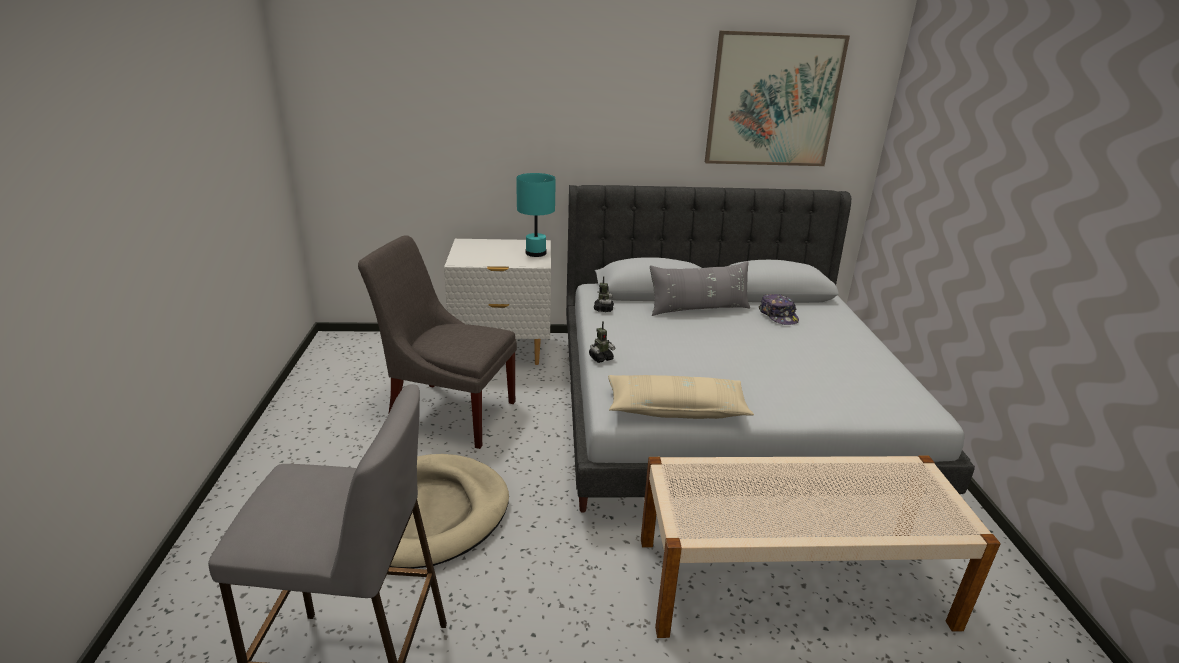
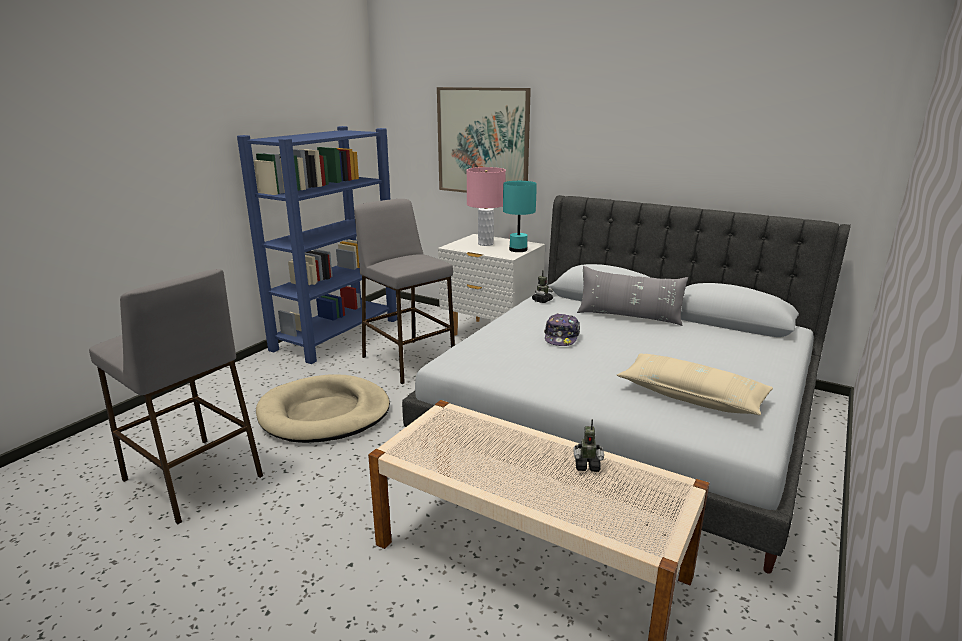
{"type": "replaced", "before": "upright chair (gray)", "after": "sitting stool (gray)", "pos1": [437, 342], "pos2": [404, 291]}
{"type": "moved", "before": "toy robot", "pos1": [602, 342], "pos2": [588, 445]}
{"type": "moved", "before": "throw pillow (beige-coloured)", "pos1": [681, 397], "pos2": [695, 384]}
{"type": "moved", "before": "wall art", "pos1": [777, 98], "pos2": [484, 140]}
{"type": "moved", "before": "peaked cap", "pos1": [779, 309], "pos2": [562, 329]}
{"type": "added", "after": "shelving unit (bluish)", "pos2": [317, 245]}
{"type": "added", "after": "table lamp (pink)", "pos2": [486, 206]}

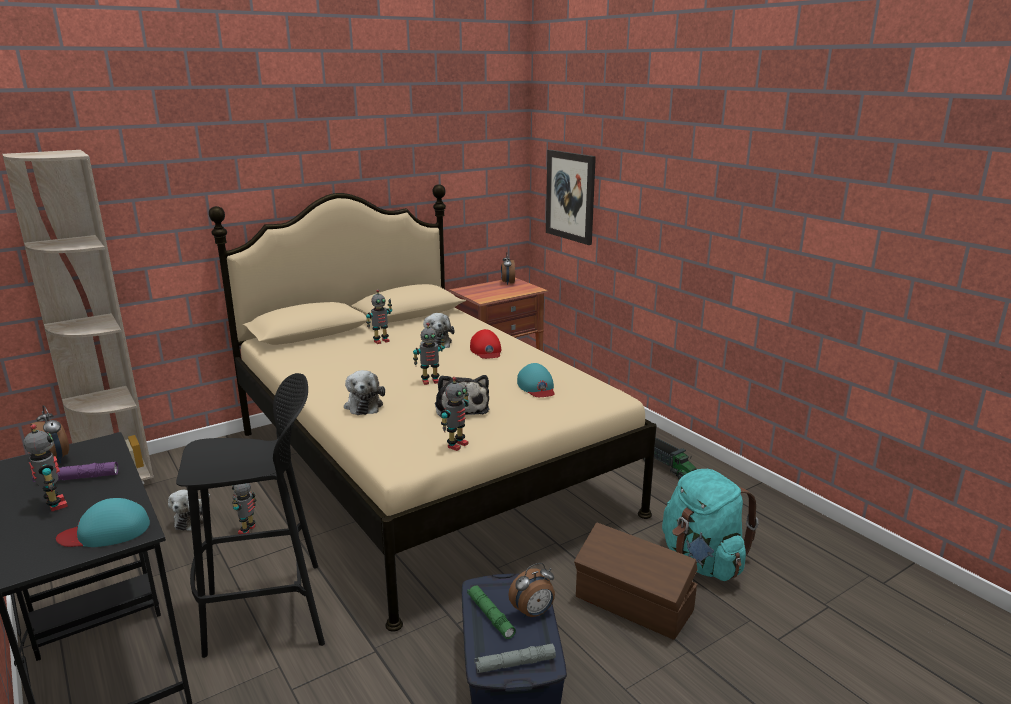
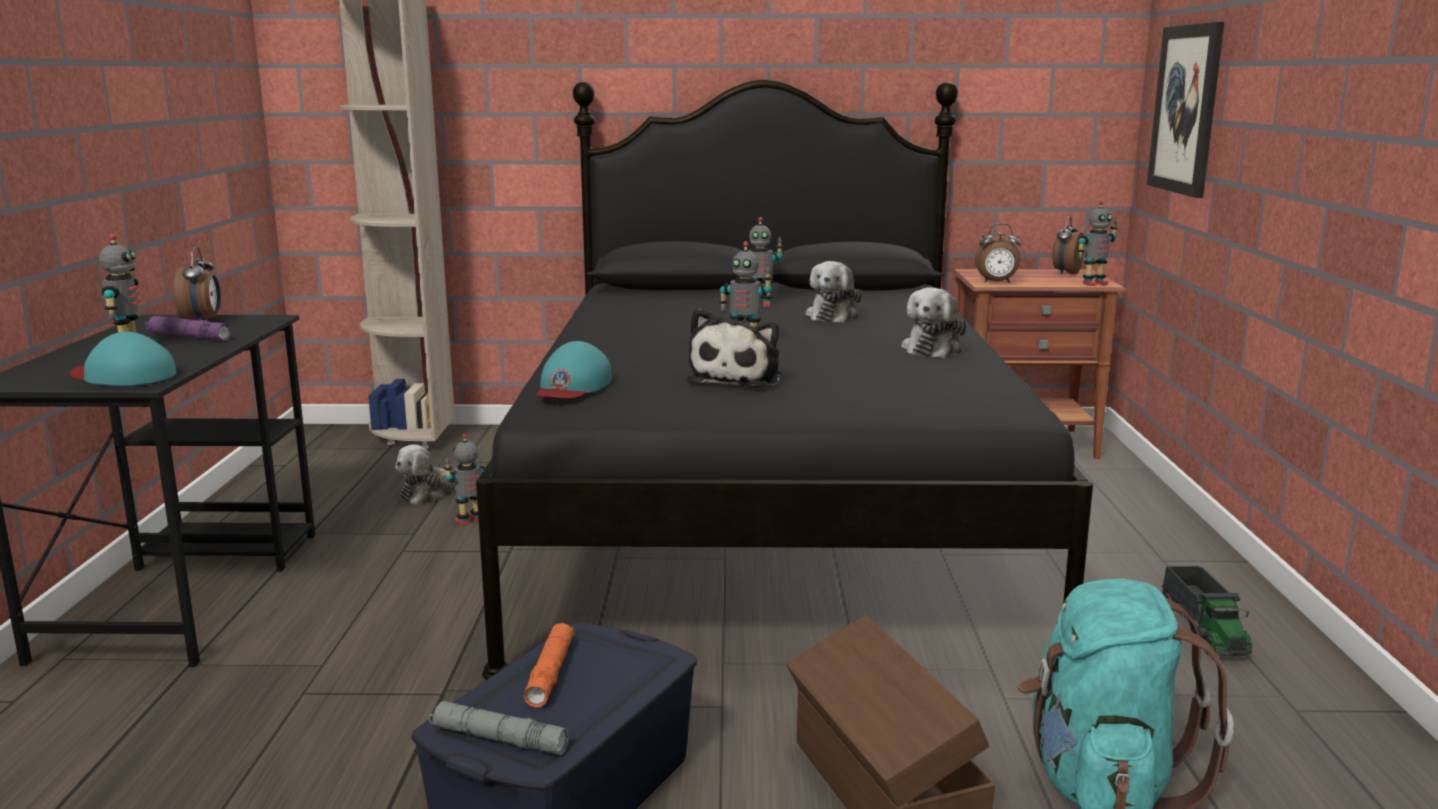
{"type": "removed", "before": "sitting stool (black)", "pos1": [250, 515]}
{"type": "recoloured", "before": "bed (beige-coloured)", "after": "bed (black)", "pos1": [433, 408], "pos2": [784, 380]}
{"type": "moved", "before": "soft toy", "pos1": [364, 392], "pos2": [934, 322]}
{"type": "moved", "before": "toy robot", "pos1": [455, 414], "pos2": [1097, 243]}
{"type": "recoloured", "before": "flashlight (green-coloured)", "after": "flashlight (orange)", "pos1": [491, 612], "pos2": [549, 665]}
{"type": "removed", "before": "peaked cap (red-coloured)", "pos1": [485, 344]}
{"type": "moved", "before": "table clock", "pos1": [531, 590], "pos2": [998, 253]}
{"type": "moved", "before": "peaked cap (blue-green)", "pos1": [536, 380], "pos2": [573, 370]}

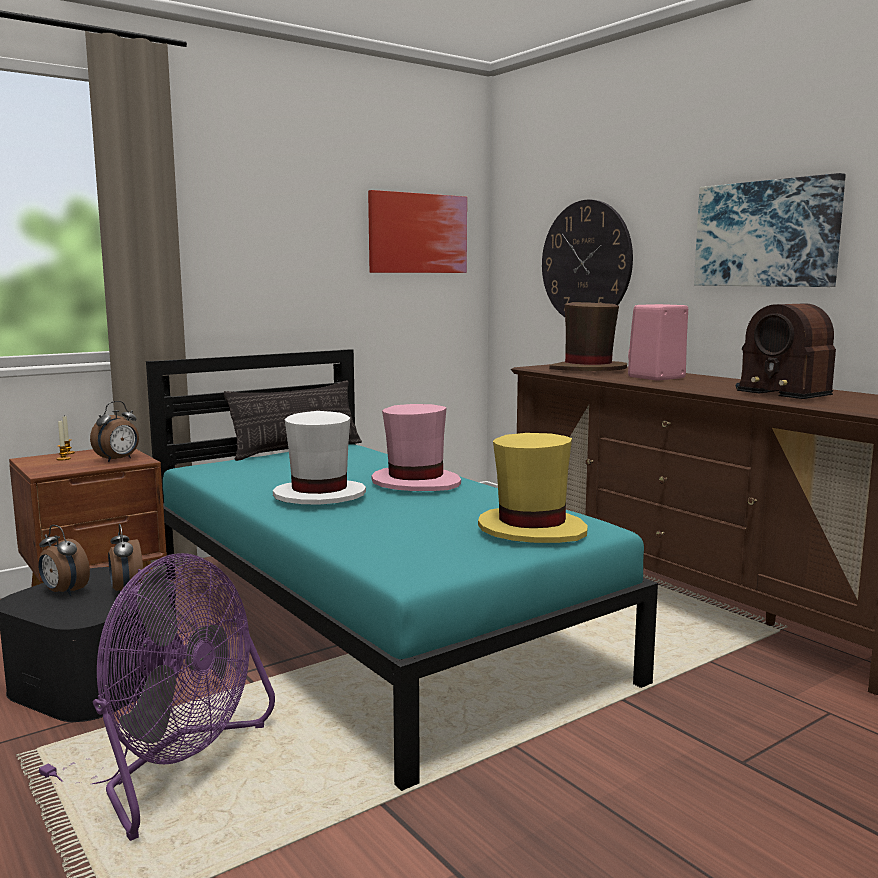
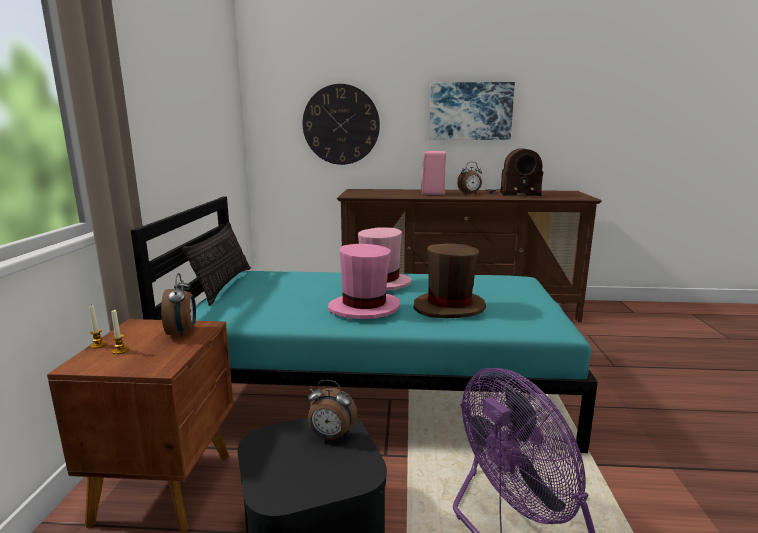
{"type": "moved", "before": "table clock", "pos1": [64, 560], "pos2": [469, 178]}
{"type": "recoloured", "before": "clothing hat (whitish)", "after": "clothing hat (pink)", "pos1": [319, 458], "pos2": [364, 281]}
{"type": "removed", "before": "wall art", "pos1": [417, 231]}
{"type": "removed", "before": "clothing hat (yellow-coloured)", "pos1": [533, 488]}
{"type": "moved", "before": "clothing hat (brown)", "pos1": [588, 336], "pos2": [450, 280]}

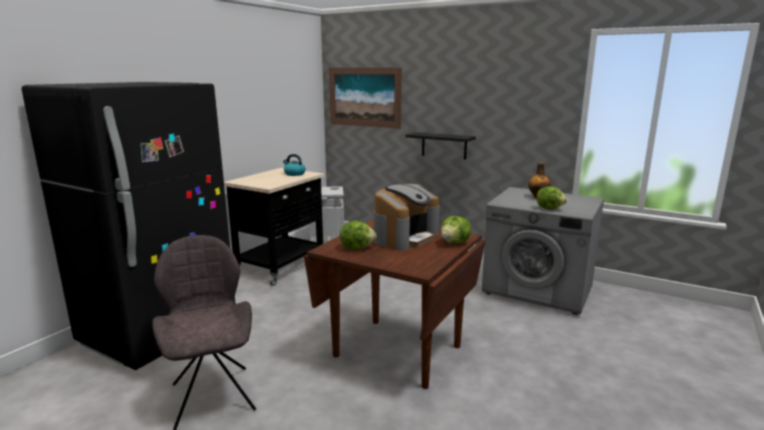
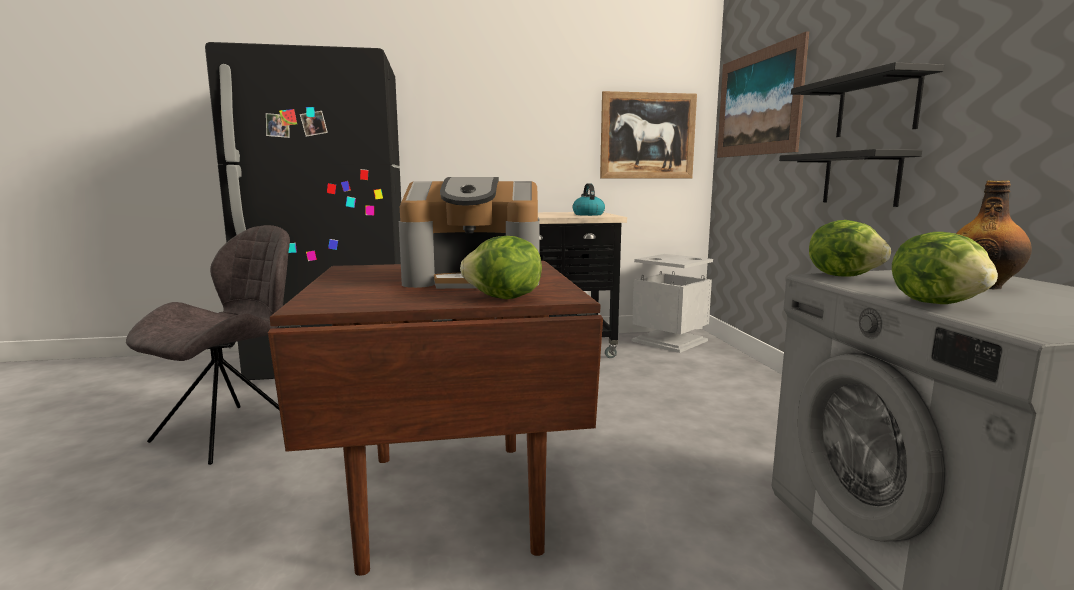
{"type": "moved", "before": "lettuce", "pos1": [358, 235], "pos2": [850, 248]}
{"type": "added", "after": "wall art", "pos2": [648, 134]}
{"type": "added", "after": "shelf (black)", "pos2": [867, 99]}

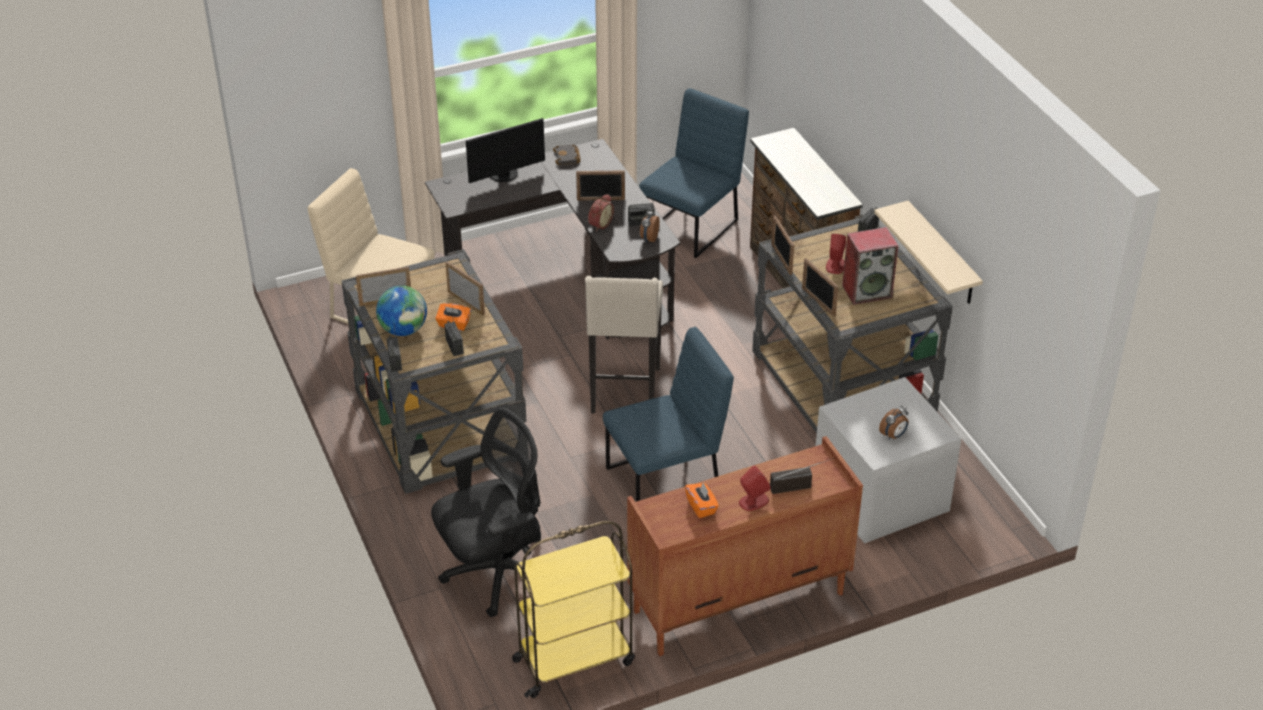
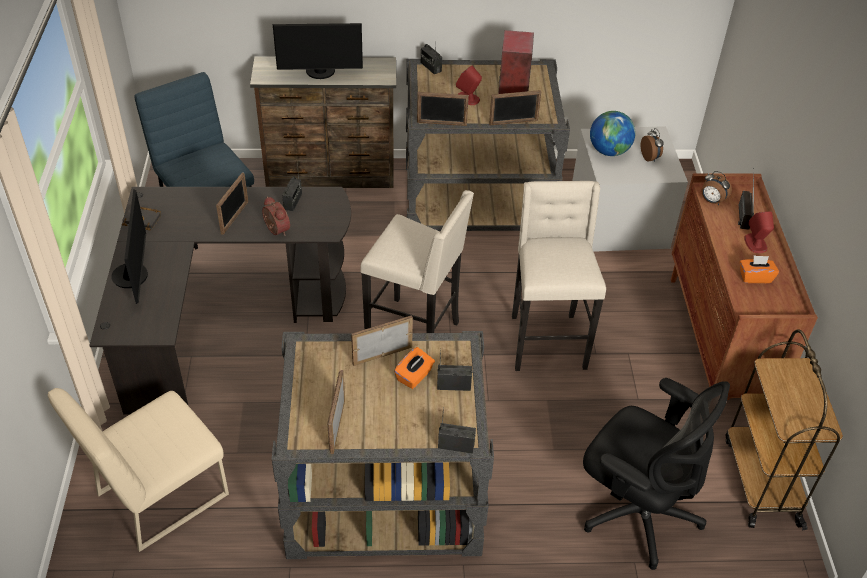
{"type": "moved", "before": "desk globe", "pos1": [401, 310], "pos2": [613, 133]}
{"type": "turned", "before": "desk chair (black)", "pos1": [486, 512], "pos2": [656, 474], "turn": 135}
{"type": "recoloured", "before": "trolley (yellow-coloured)", "after": "trolley (brown)", "pos1": [573, 609], "pos2": [784, 430]}
{"type": "replaced", "before": "upright chair (bluish)", "after": "sitting stool (beige-coloured)", "pos1": [668, 414], "pos2": [559, 276]}
{"type": "moved", "before": "table clock", "pos1": [650, 225], "pos2": [717, 188]}
{"type": "removed", "before": "shelf (beige-coloured)", "pos1": [928, 252]}
{"type": "added", "after": "monitor", "pos2": [318, 51]}

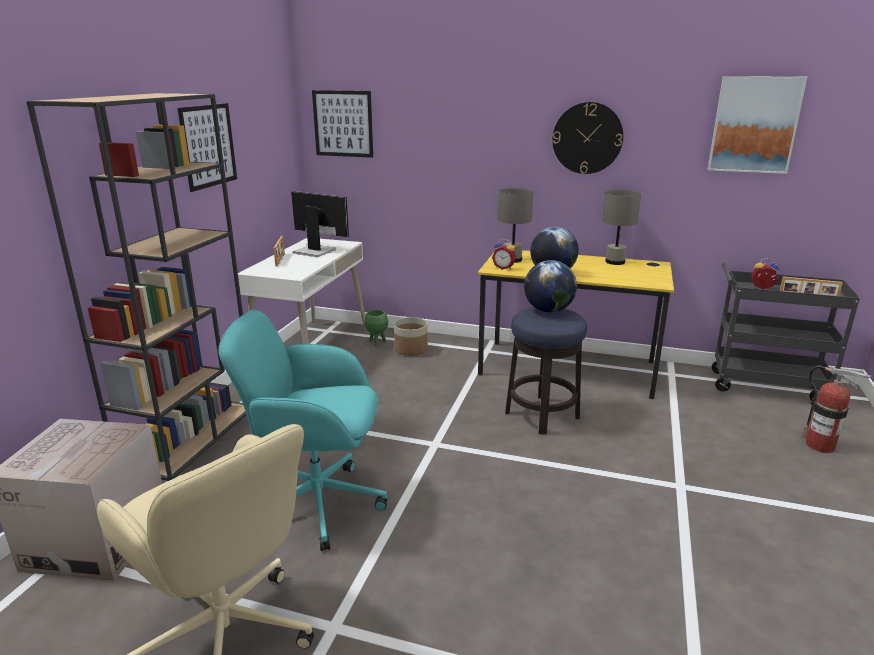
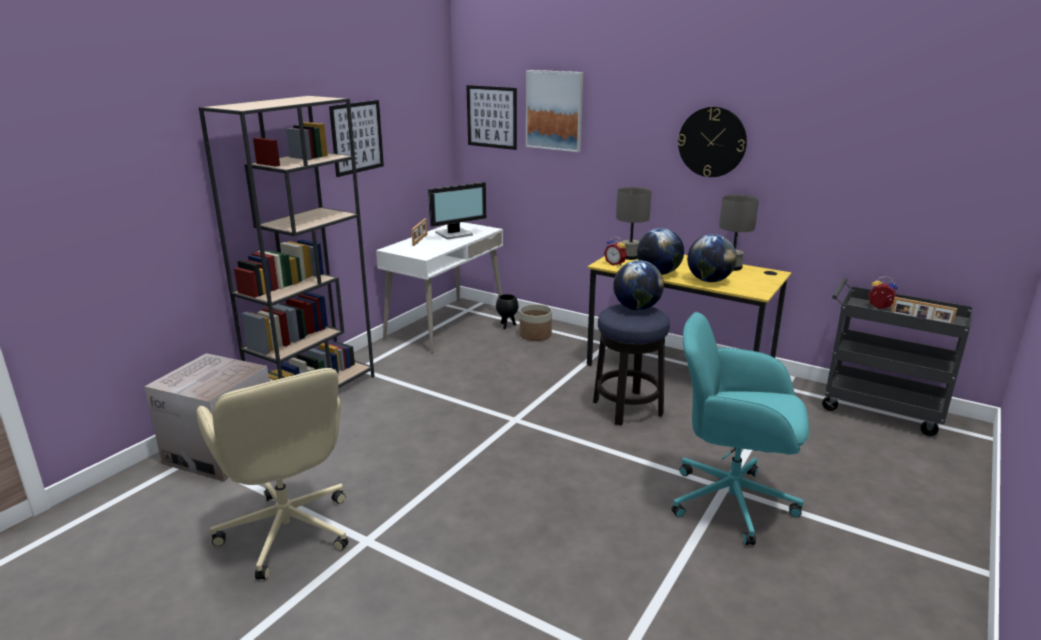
{"type": "moved", "before": "desk chair (blue-green)", "pos1": [302, 430], "pos2": [740, 428]}
{"type": "turned", "before": "monitor", "pos1": [320, 224], "pos2": [457, 211], "turn": 105}
{"type": "recoloured", "before": "planter (green-coloured)", "after": "planter (black)", "pos1": [376, 328], "pos2": [507, 311]}
{"type": "moved", "before": "wall art", "pos1": [757, 125], "pos2": [554, 111]}
{"type": "removed", "before": "fire-fighting cylinder", "pos1": [837, 409]}
{"type": "added", "after": "desk globe", "pos2": [712, 258]}

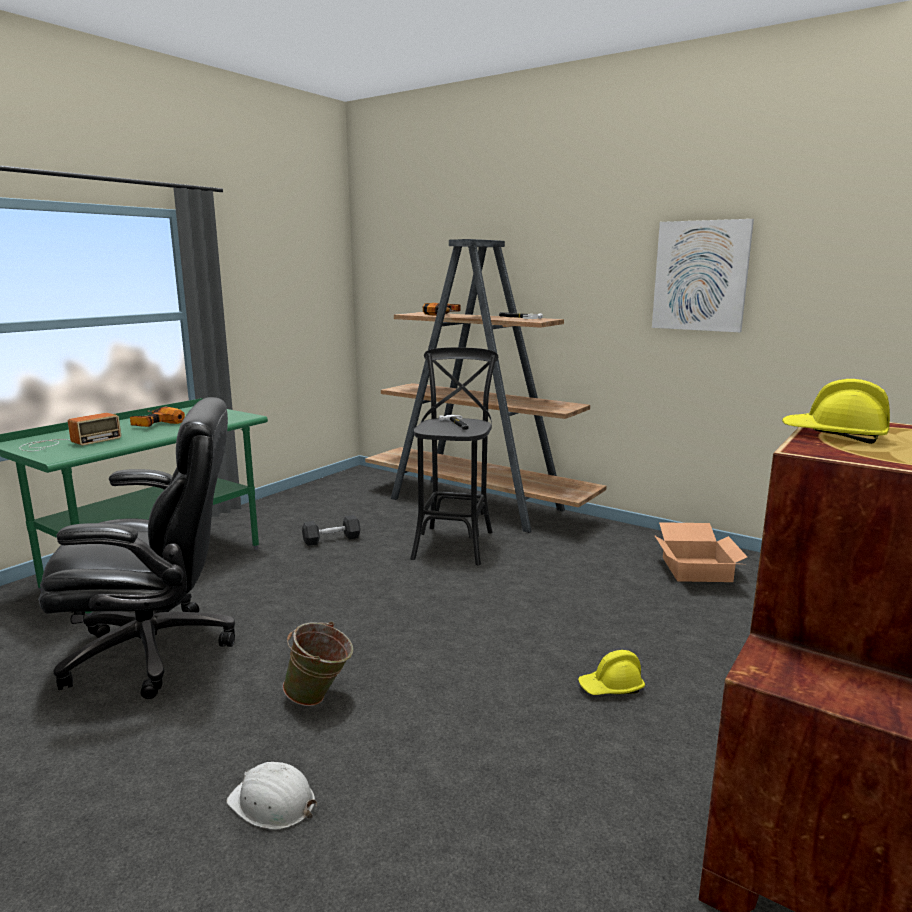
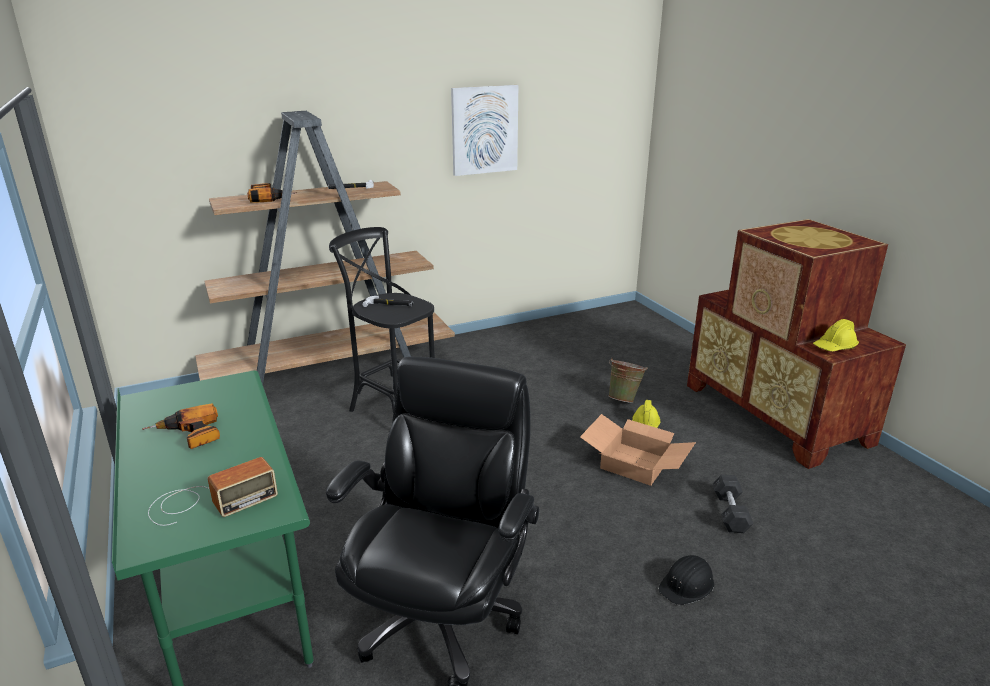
{"type": "turned", "before": "radio set", "pos1": [70, 432], "pos2": [213, 491], "turn": 75}
{"type": "recoloured", "before": "safety helmet (whitish)", "after": "safety helmet (black)", "pos1": [271, 796], "pos2": [686, 580]}
{"type": "moved", "before": "pail (green-coloured)", "pos1": [317, 663], "pos2": [628, 380]}
{"type": "moved", "before": "dumbbell (gray)", "pos1": [331, 530], "pos2": [733, 504]}
{"type": "moved", "before": "packing box", "pos1": [700, 552], "pos2": [638, 450]}
{"type": "moved", "before": "safety helmet (yellow-coloured)", "pos1": [836, 411], "pos2": [836, 335]}

